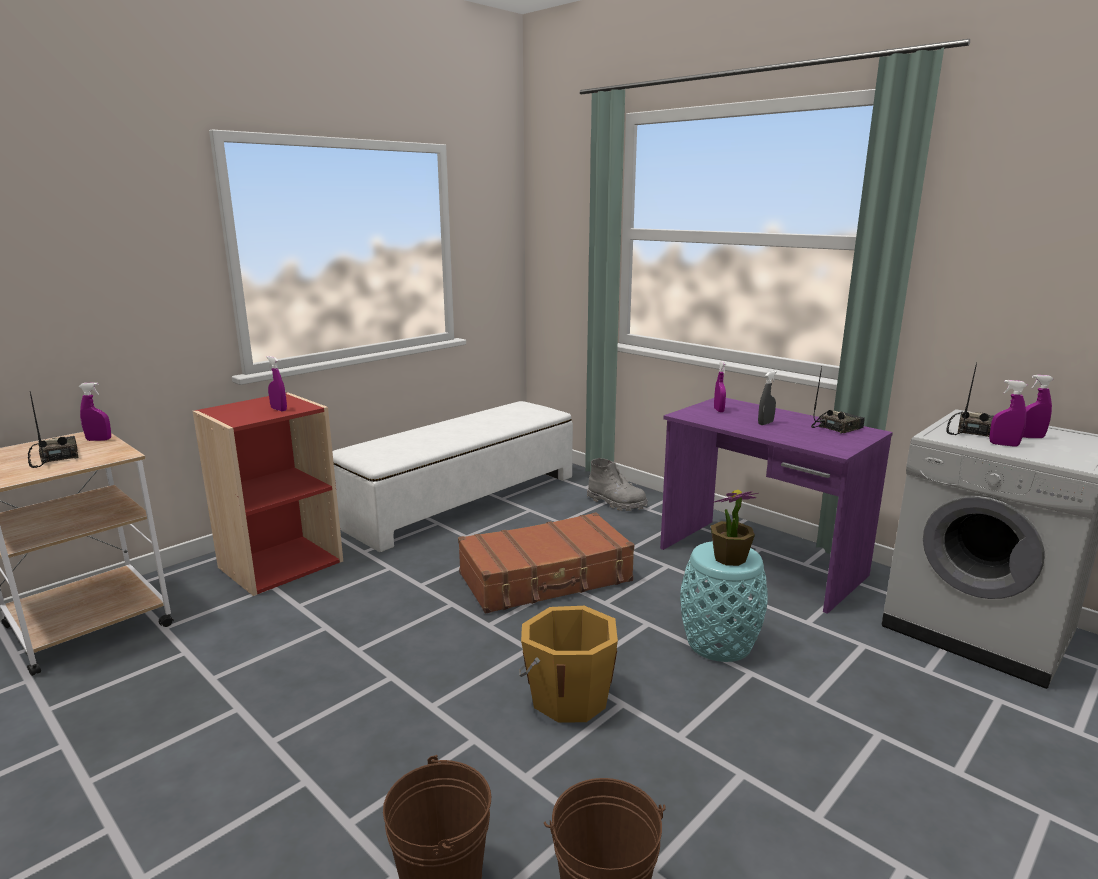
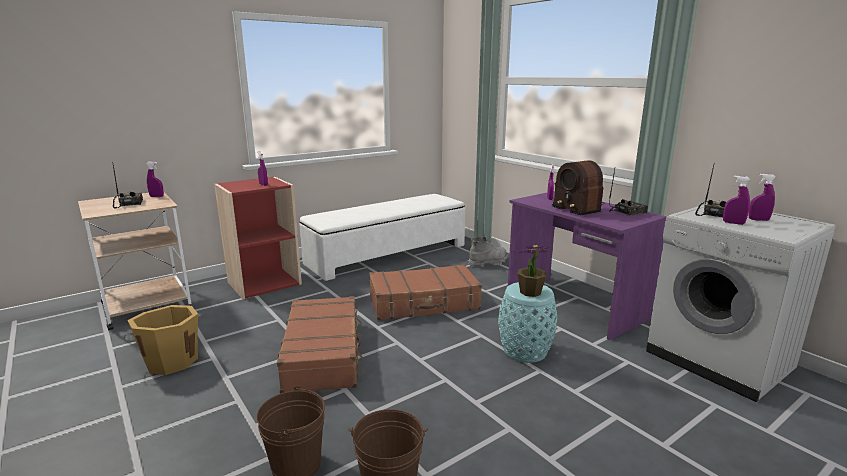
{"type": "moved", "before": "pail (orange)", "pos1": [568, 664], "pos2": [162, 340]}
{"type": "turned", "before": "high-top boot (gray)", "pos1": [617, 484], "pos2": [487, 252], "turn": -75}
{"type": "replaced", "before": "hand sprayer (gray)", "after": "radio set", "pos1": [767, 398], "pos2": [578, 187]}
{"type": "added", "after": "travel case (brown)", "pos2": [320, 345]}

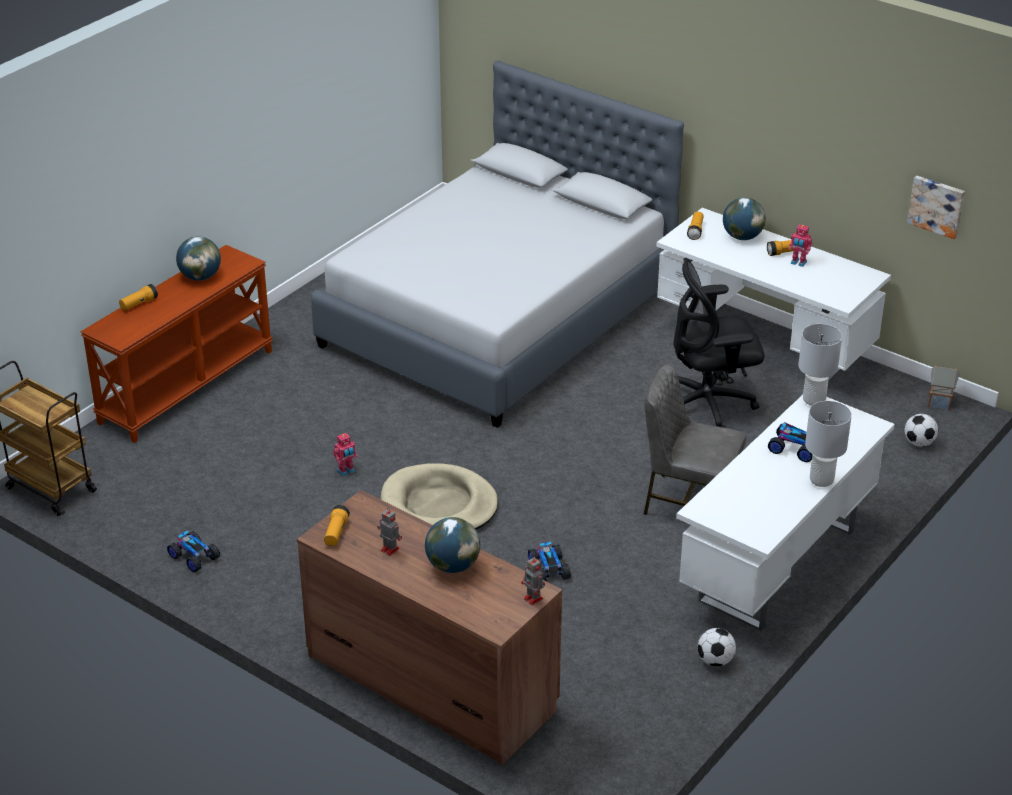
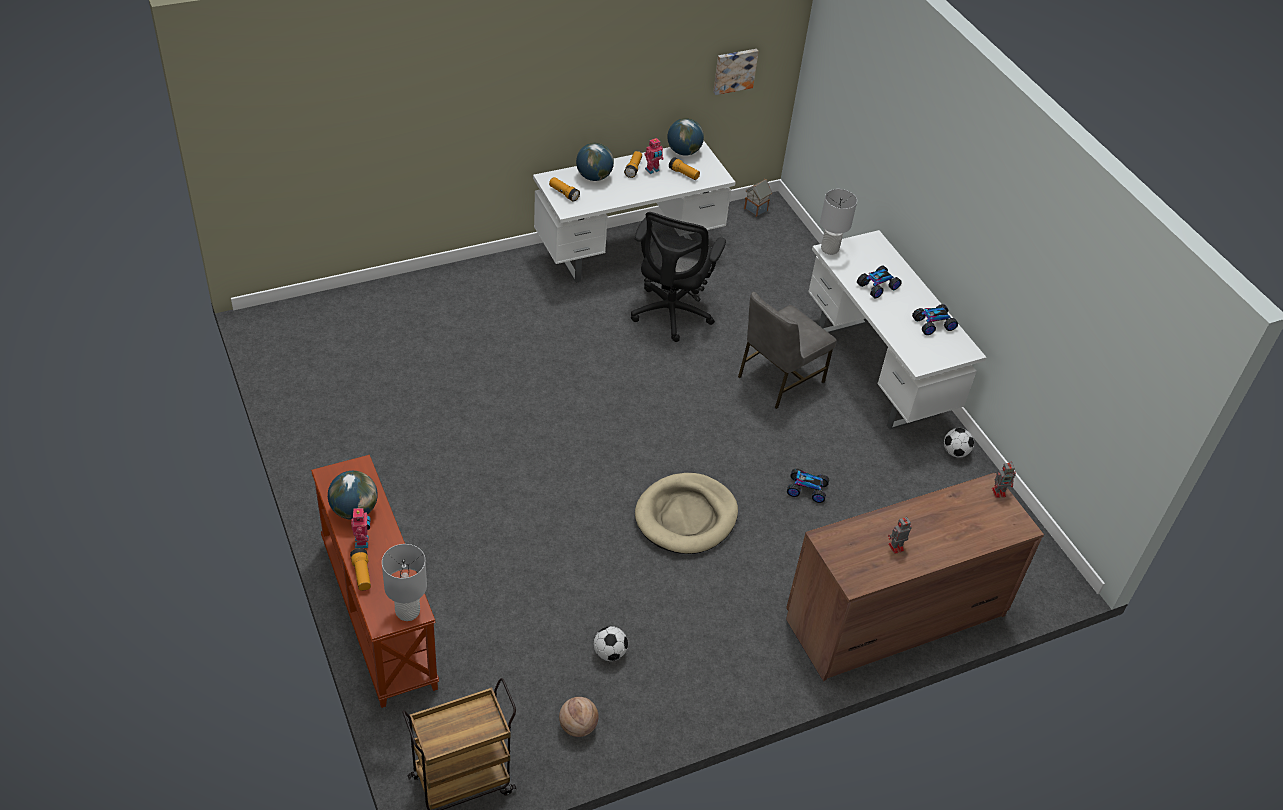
{"type": "moved", "before": "model car", "pos1": [194, 551], "pos2": [935, 319]}
{"type": "removed", "before": "bed (gray)", "pos1": [497, 244]}
{"type": "moved", "before": "flashlight", "pos1": [337, 525], "pos2": [684, 168]}
{"type": "moved", "before": "toy robot", "pos1": [345, 454], "pos2": [361, 527]}
{"type": "moved", "before": "desk globe", "pos1": [452, 545], "pos2": [685, 137]}
{"type": "moved", "before": "table lamp (gray)", "pos1": [828, 444], "pos2": [404, 582]}
{"type": "moved", "before": "ball for football", "pos1": [921, 430], "pos2": [610, 643]}
{"type": "added", "after": "ball for basketball", "pos2": [579, 717]}

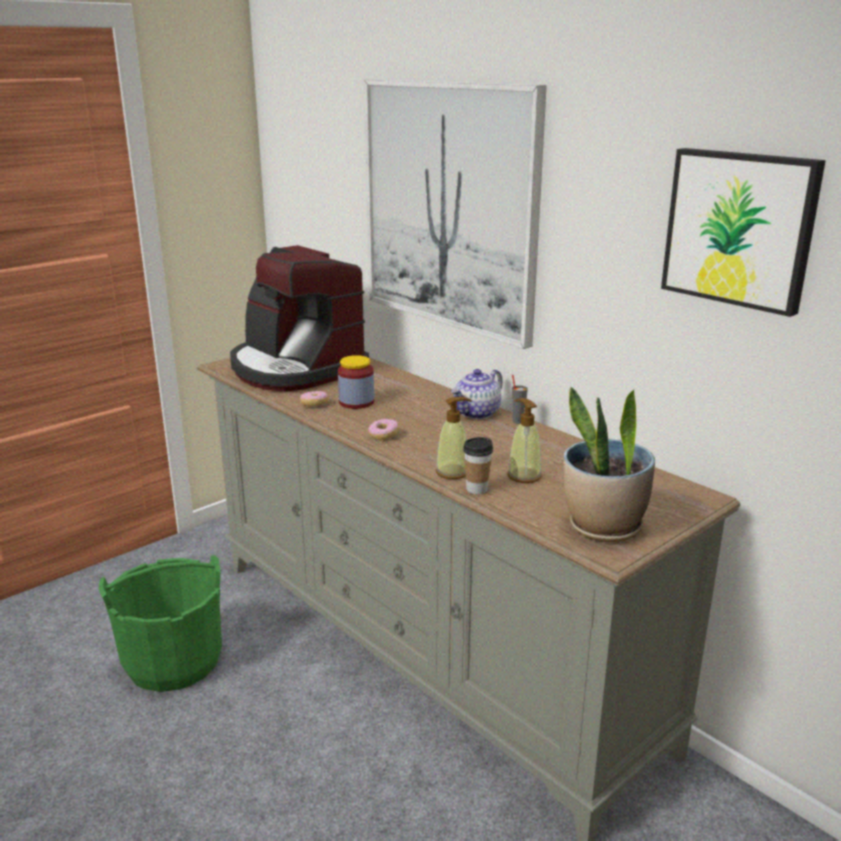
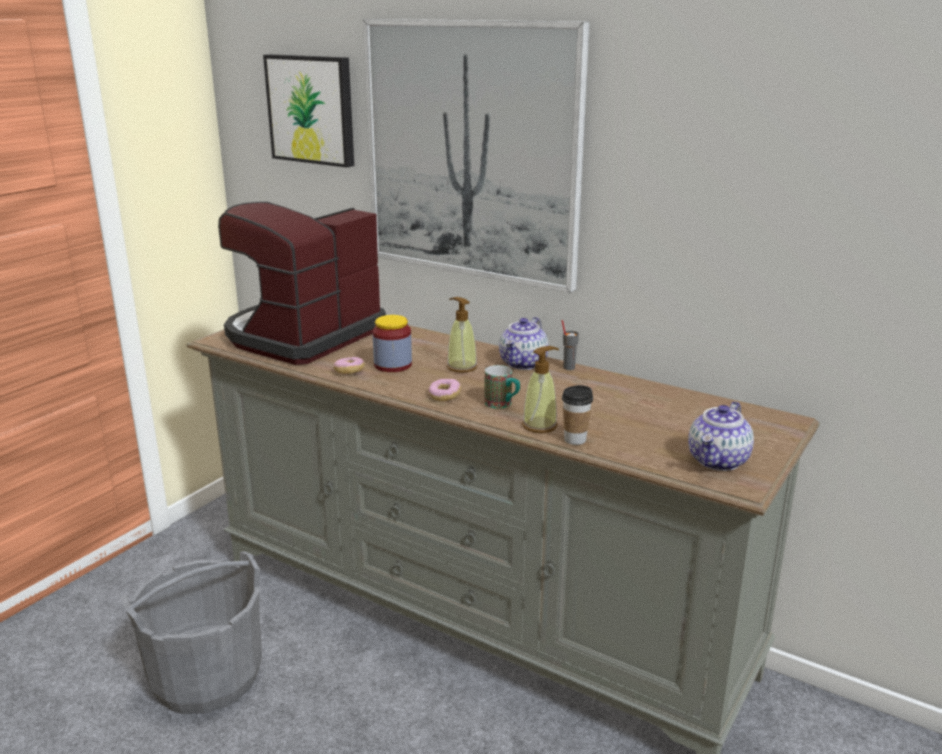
{"type": "recoloured", "before": "pail (green-coloured)", "after": "pail (gray)", "pos1": [160, 623], "pos2": [191, 632]}
{"type": "turned", "before": "coffee machine", "pos1": [299, 318], "pos2": [302, 283], "turn": 90}
{"type": "moved", "before": "soap dispenser", "pos1": [525, 440], "pos2": [462, 335]}
{"type": "replaced", "before": "potted plant", "after": "teapot", "pos1": [609, 464], "pos2": [721, 436]}
{"type": "moved", "before": "wall art", "pos1": [743, 232], "pos2": [308, 111]}
{"type": "added", "after": "mug", "pos2": [502, 387]}

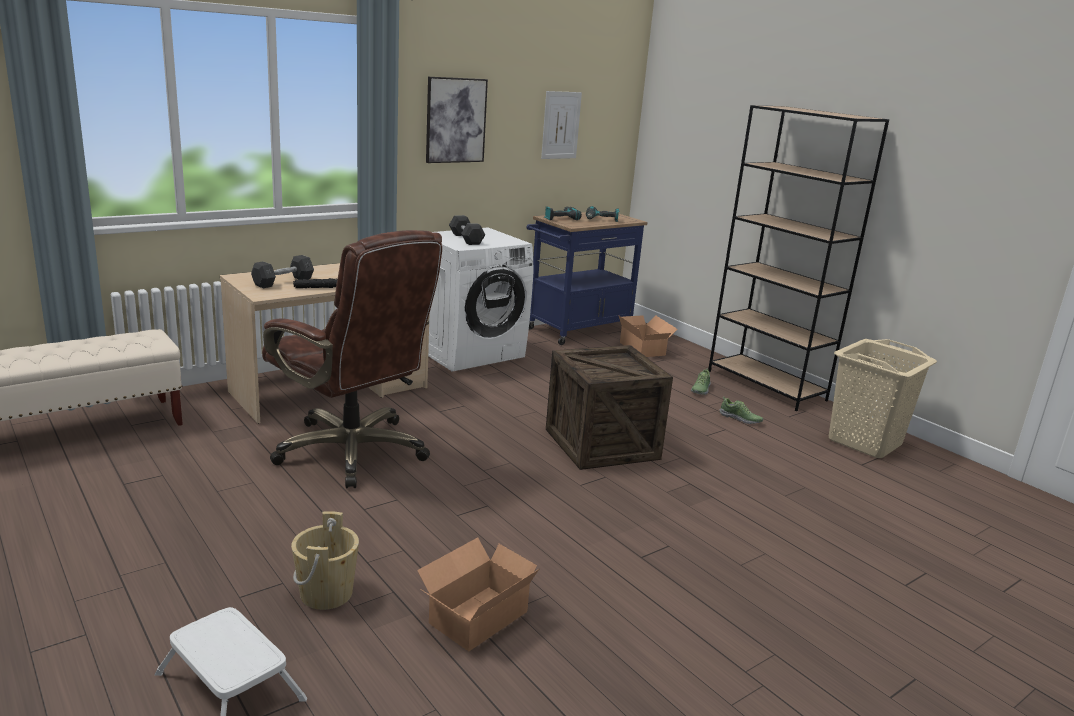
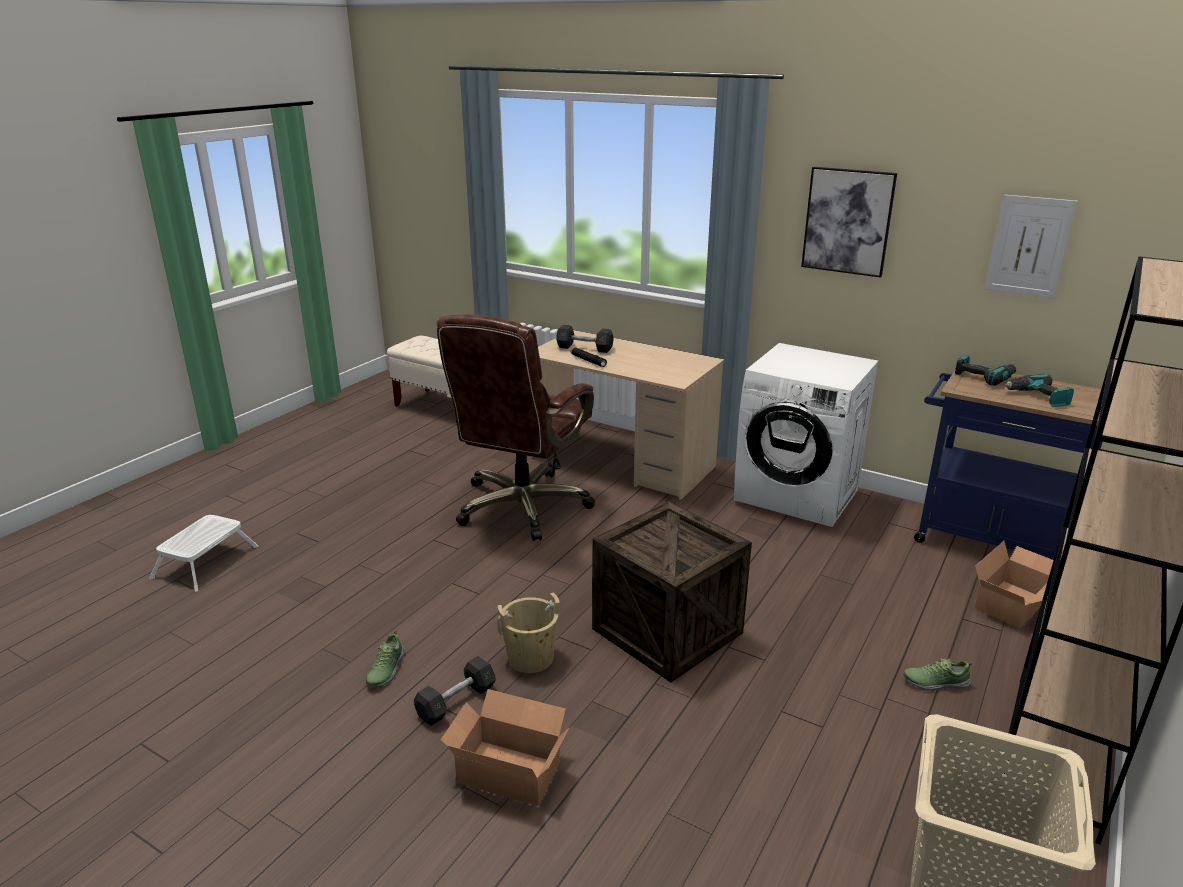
{"type": "moved", "before": "pail (beige-coloured)", "pos1": [325, 560], "pos2": [528, 632]}
{"type": "moved", "before": "packing box", "pos1": [478, 594], "pos2": [505, 747]}
{"type": "moved", "before": "dumbbell (gray)", "pos1": [467, 230], "pos2": [455, 691]}
{"type": "moved", "before": "shoe", "pos1": [741, 410], "pos2": [385, 659]}

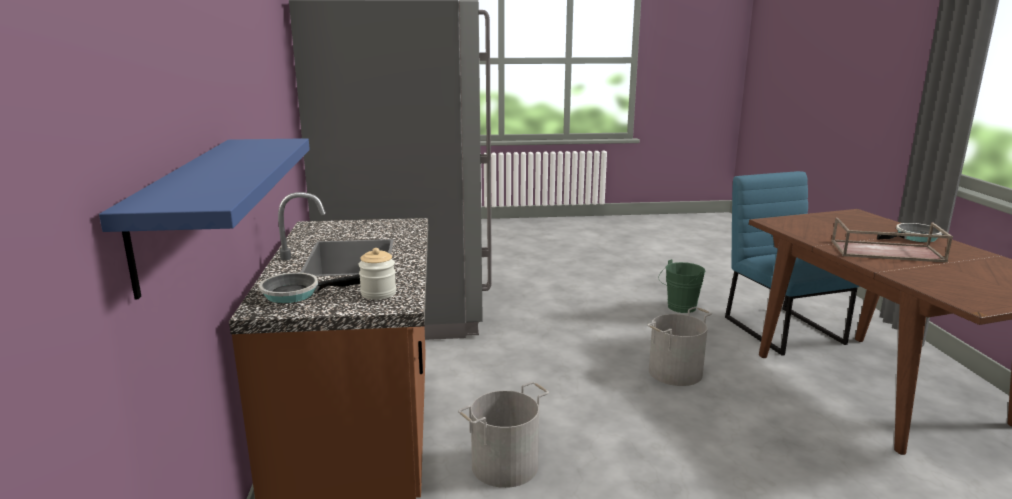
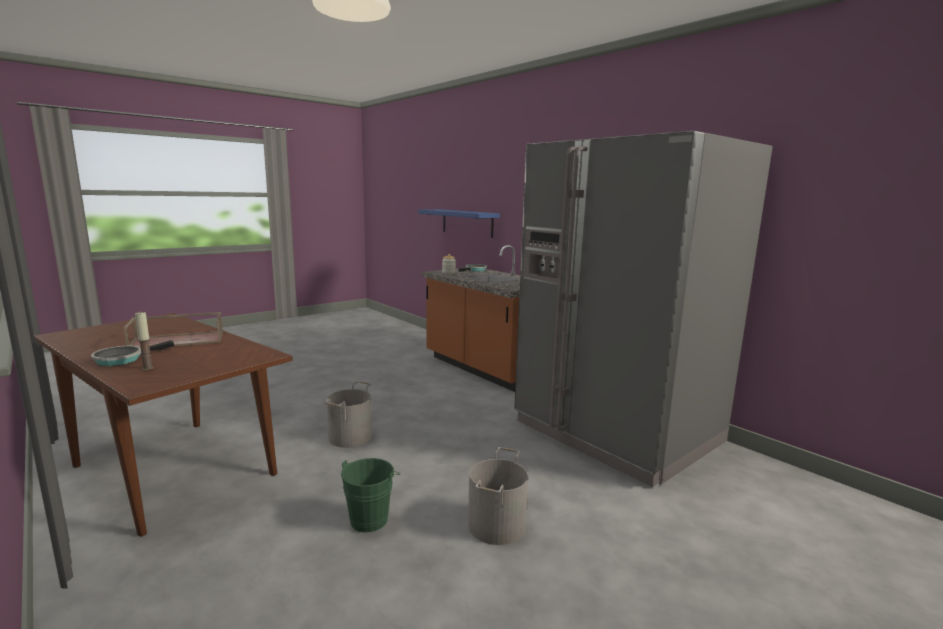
{"type": "moved", "before": "pail (gray)", "pos1": [503, 435], "pos2": [498, 496]}
{"type": "removed", "before": "upright chair (bluish)", "pos1": [792, 263]}
{"type": "added", "after": "candle", "pos2": [144, 341]}

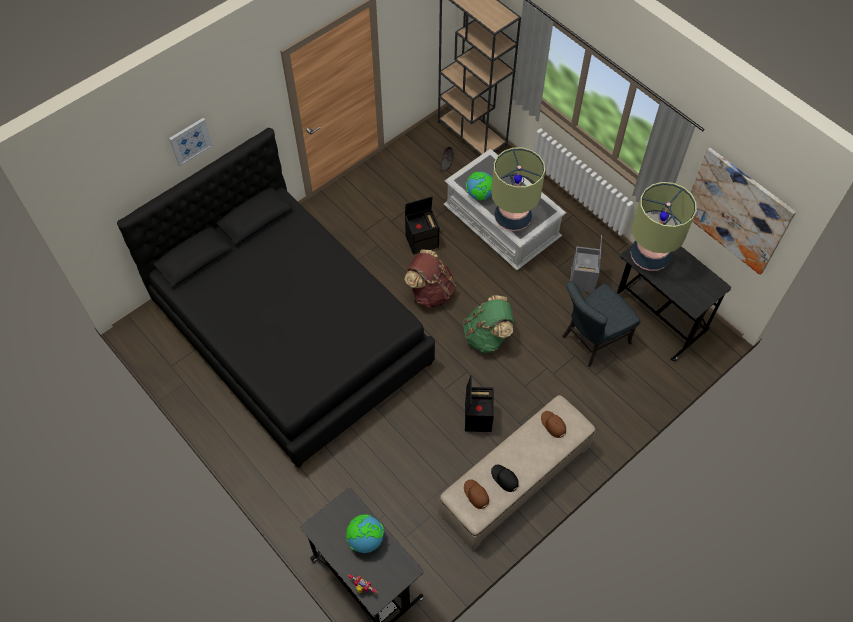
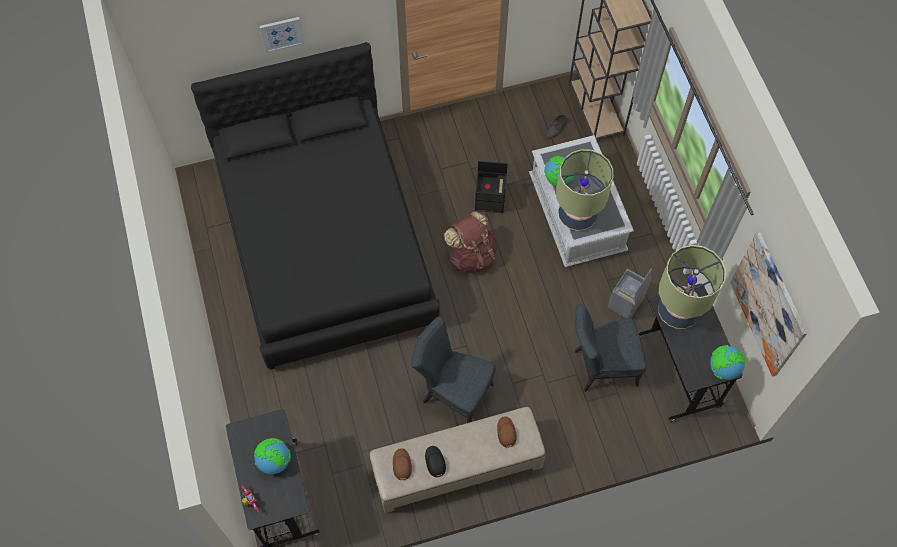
{"type": "removed", "before": "backpack (green-coloured)", "pos1": [488, 324]}
{"type": "replaced", "before": "storage box (black)", "after": "upright chair (gray)", "pos1": [479, 403], "pos2": [453, 369]}
{"type": "added", "after": "desk globe", "pos2": [728, 362]}

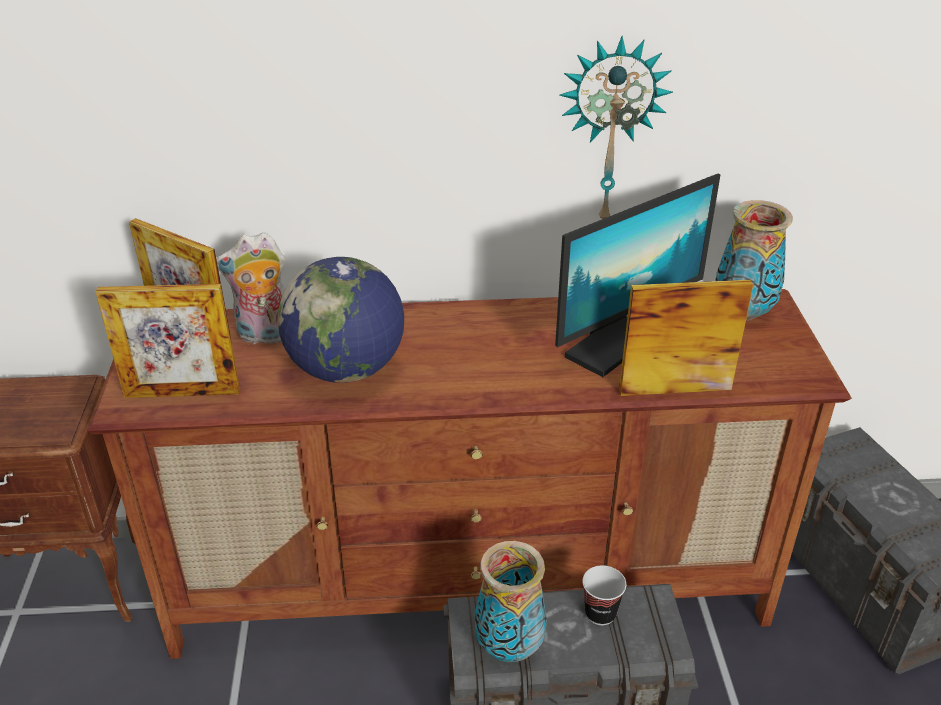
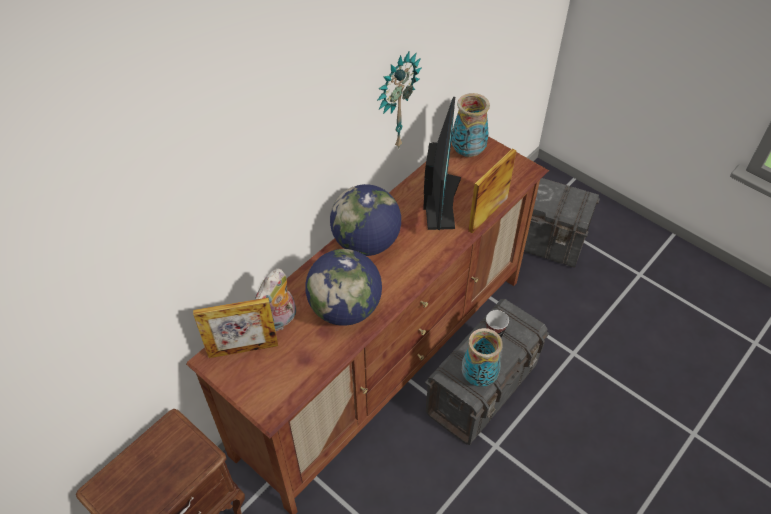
{"type": "removed", "before": "photo frame", "pos1": [167, 341]}
{"type": "added", "after": "desk globe", "pos2": [365, 220]}

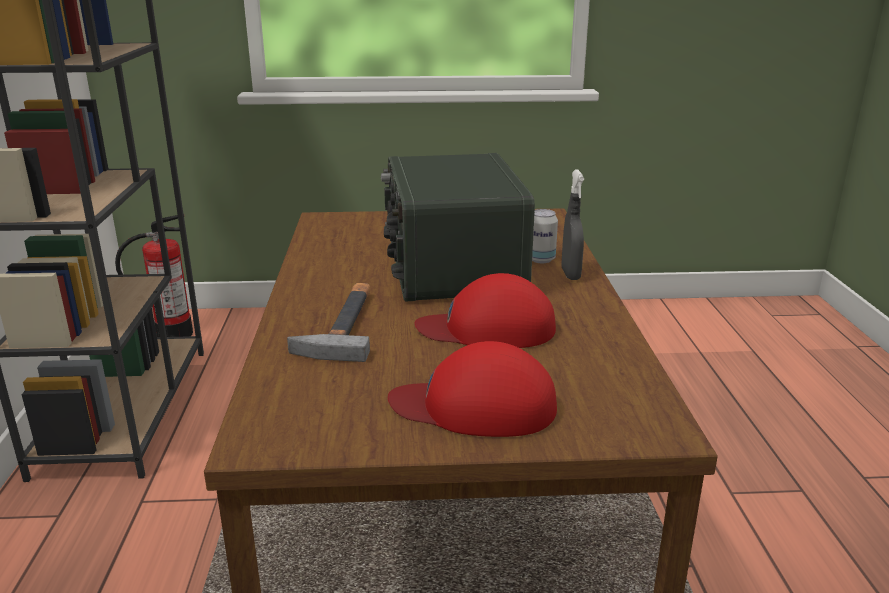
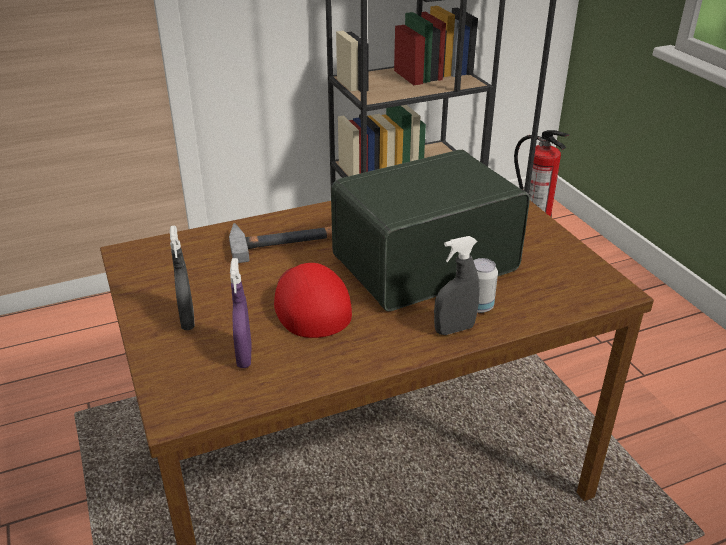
{"type": "replaced", "before": "peaked cap (red-coloured)", "after": "hand sprayer (gray)", "pos1": [472, 389], "pos2": [182, 278]}
{"type": "added", "after": "hand sprayer (purplish)", "pos2": [241, 313]}

